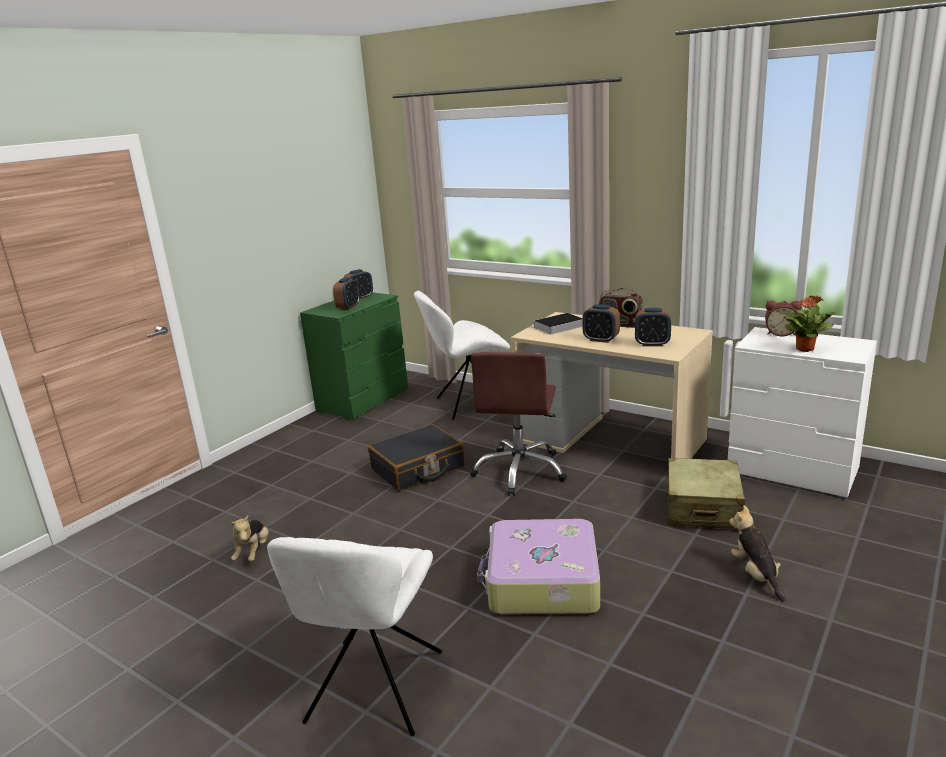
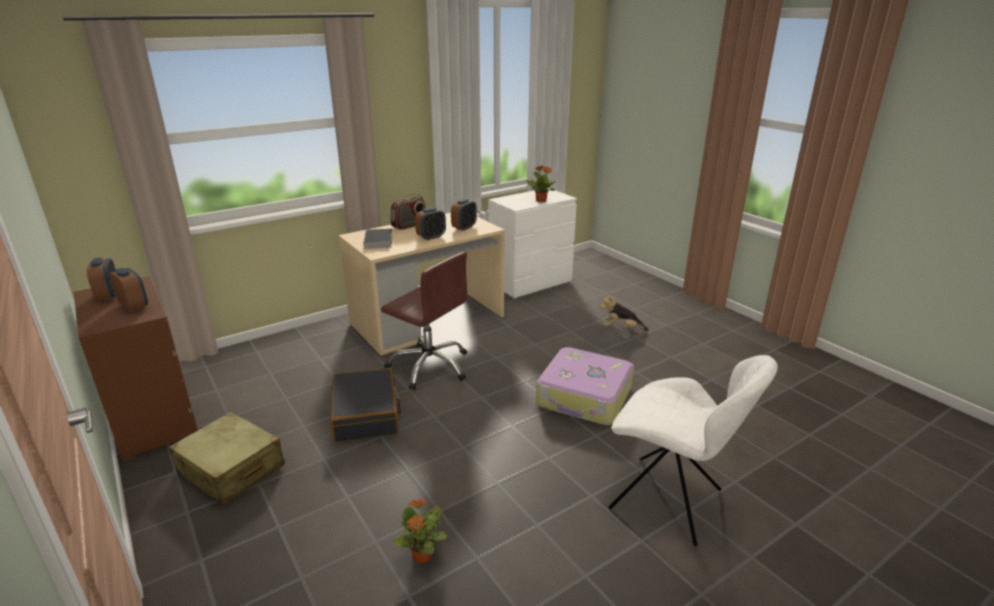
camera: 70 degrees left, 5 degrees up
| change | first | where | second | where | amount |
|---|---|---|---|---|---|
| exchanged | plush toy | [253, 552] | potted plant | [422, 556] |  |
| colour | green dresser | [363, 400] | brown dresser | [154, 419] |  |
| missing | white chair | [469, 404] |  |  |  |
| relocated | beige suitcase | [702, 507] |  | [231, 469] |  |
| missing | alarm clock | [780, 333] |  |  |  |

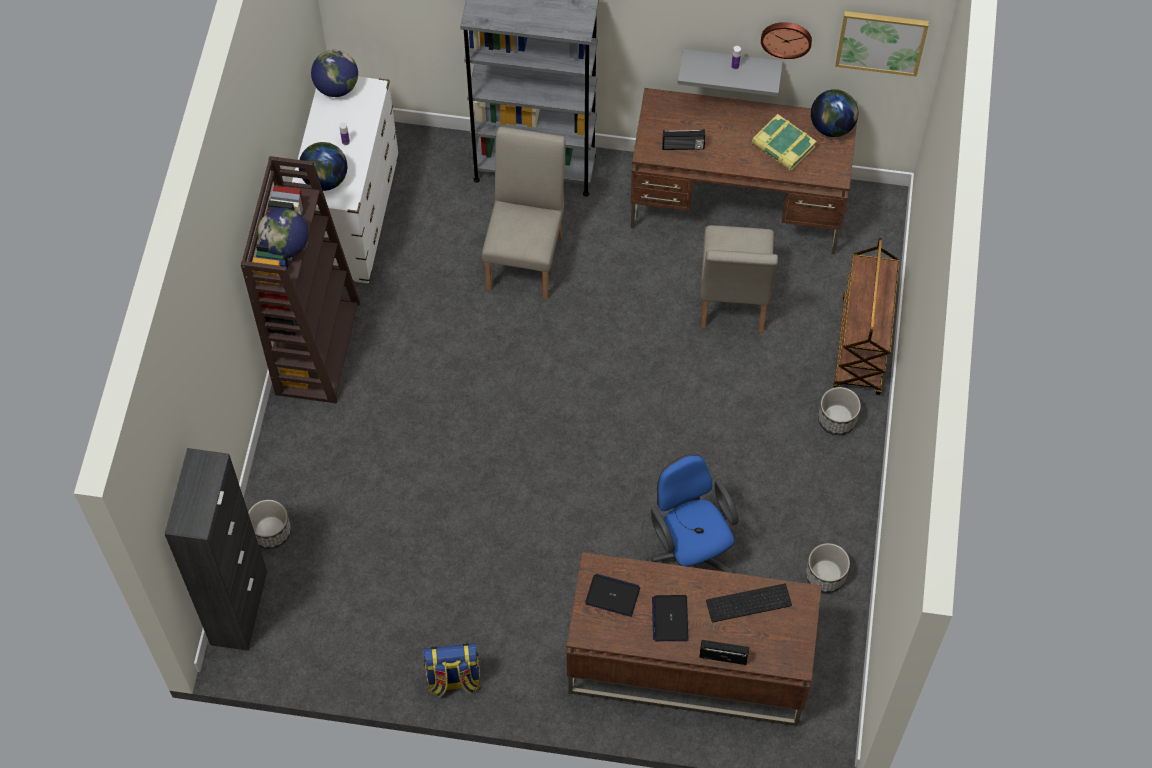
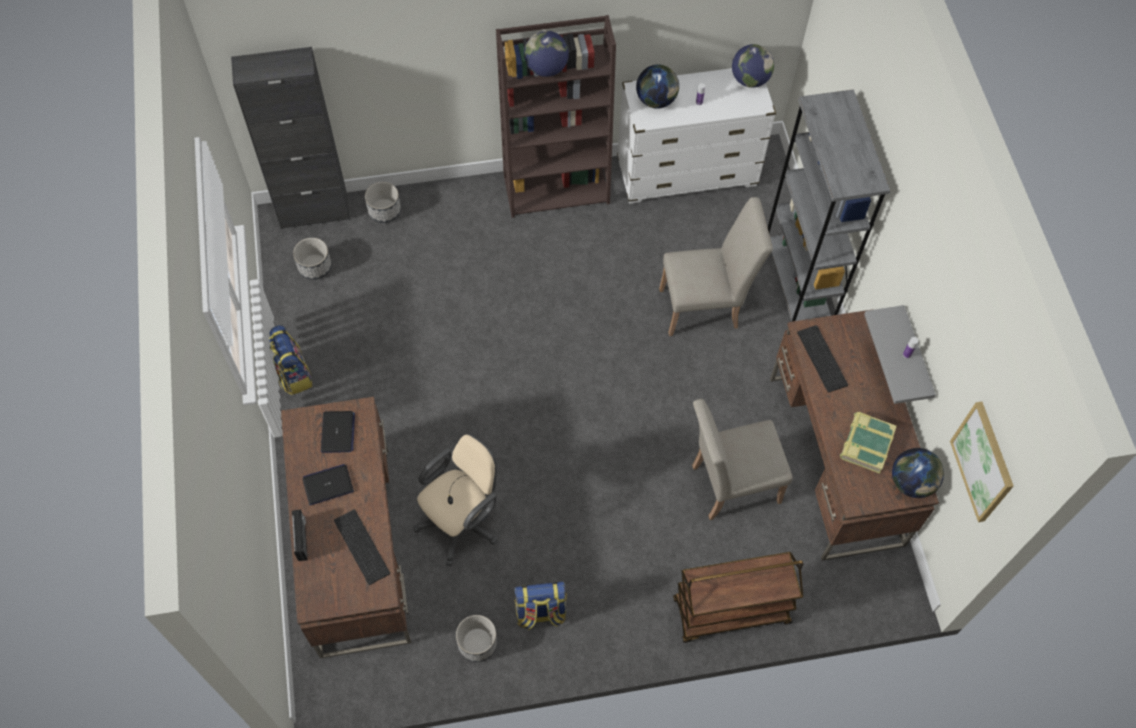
camera: 70 degrees right, 0 degrees up
| change | first | where | second | where | amount |
|---|---|---|---|---|---|
| colour | blue office chair | [690, 554] | beige office chair | [462, 521] |  |
| exchanged | radio | [683, 147] | keyboard | [823, 359] |  |
| missing | wall clock | [786, 38] |  |  |  |
| relocated | planter | [837, 419] |  | [315, 267] |  |
| appeared |  |  | backpack | [540, 613] |  |

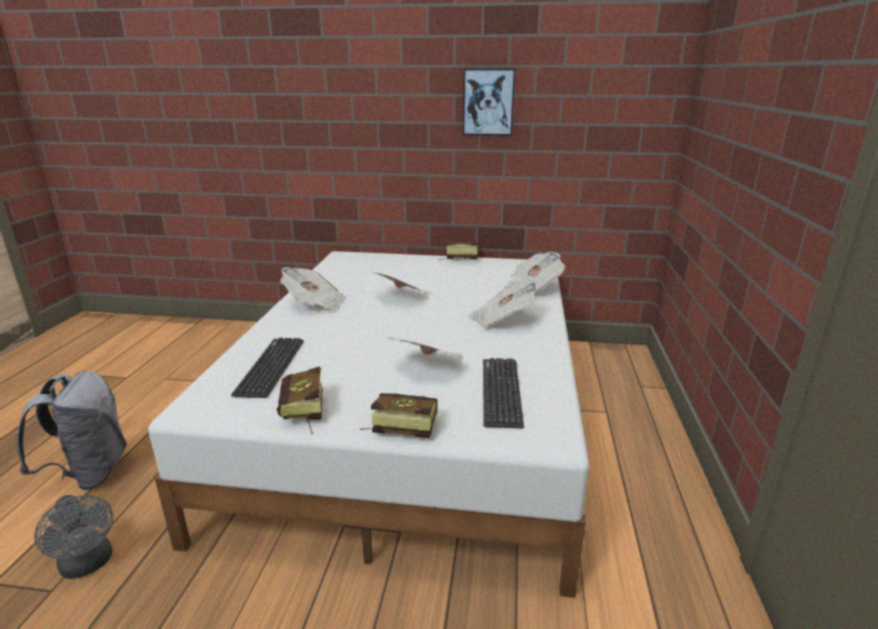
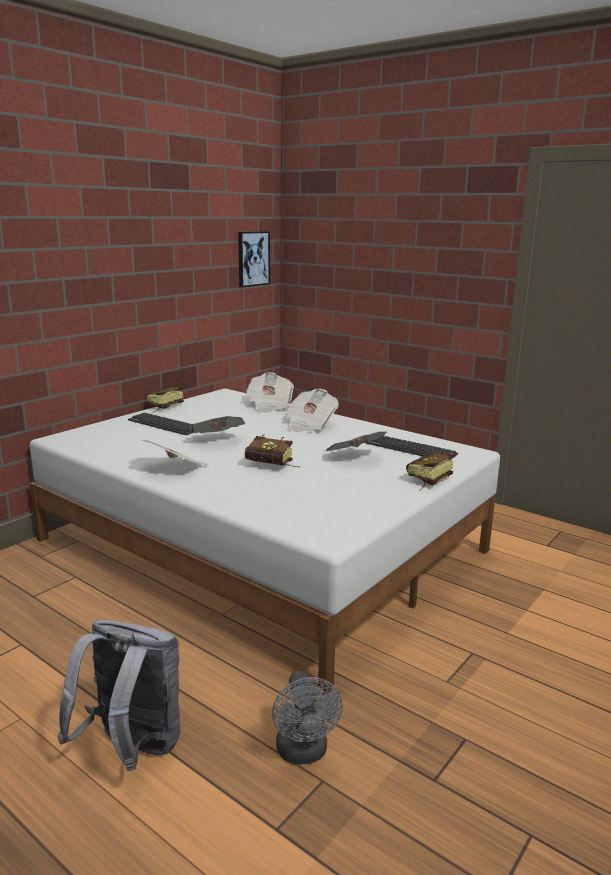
camera: 60 degrees left, 5 degrees down
| change | first | where | second | where | amount |
|---|---|---|---|---|---|
| spun | grey fan | [88, 565] |  | [303, 753] | 90 degrees clockwise |
| relocated | keyboard | [270, 367] |  | [164, 425] |  |
| relocated | book | [303, 414] |  | [273, 466] |  |
| relocated | picture | [488, 102] |  | [253, 258] |  |

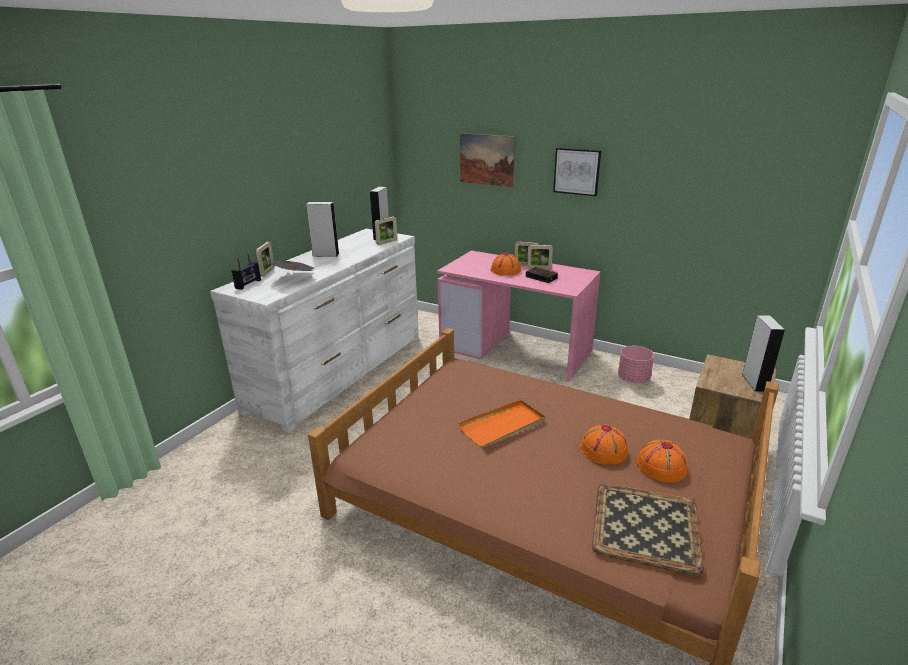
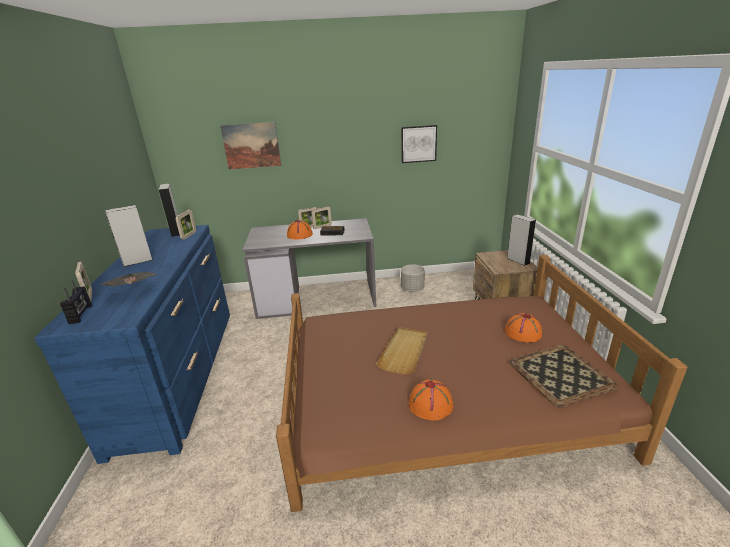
camera: 35 degrees left, 0 degrees up
| change | first | where | second | where | amount |
|---|---|---|---|---|---|
| colour | white dresser | [340, 371] | blue dresser | [179, 373] |  |
| colour | pink desk | [516, 349] | grey desk | [317, 297] |  |
| colour | orange tray | [503, 426] | beige tray | [404, 351] |  |
| relocated | picture | [577, 171] |  | [418, 144] |  |
| relocated | orange hat | [604, 450] |  | [431, 404] |  |
| colour | pink planter | [633, 379] | grey planter | [412, 289] |  |

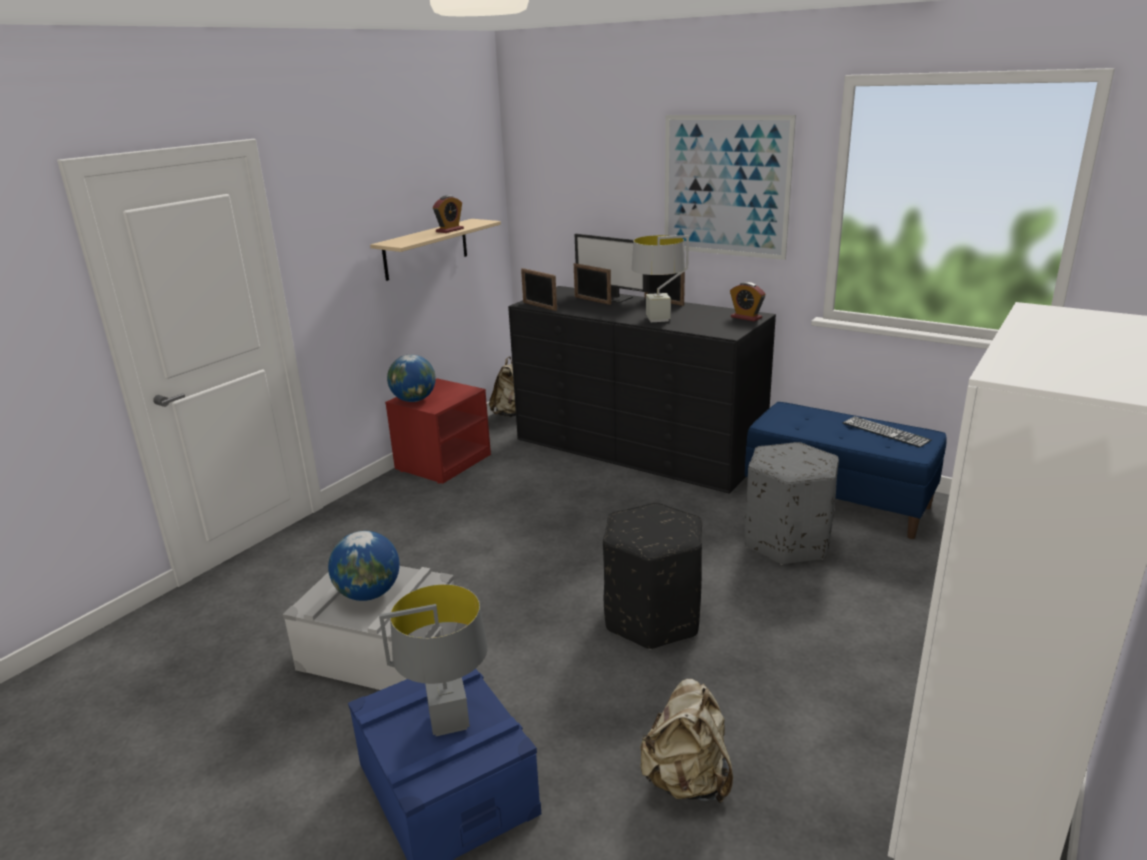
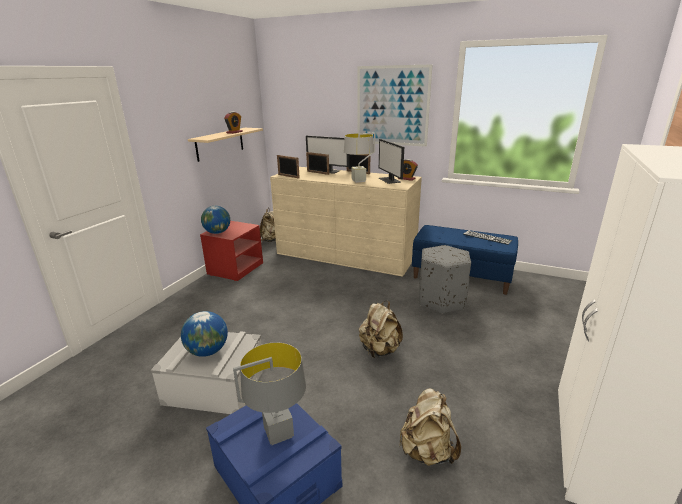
camera: 10 degrees left, 0 degrees up
| change | first | where | second | where | amount |
|---|---|---|---|---|---|
| colour | black dresser | [637, 448] | beige dresser | [345, 255] |  |
| exchanged | black ottoman | [653, 618] | beige backpack | [379, 350] |  |
| appeared |  |  | monitor | [390, 180] |  |

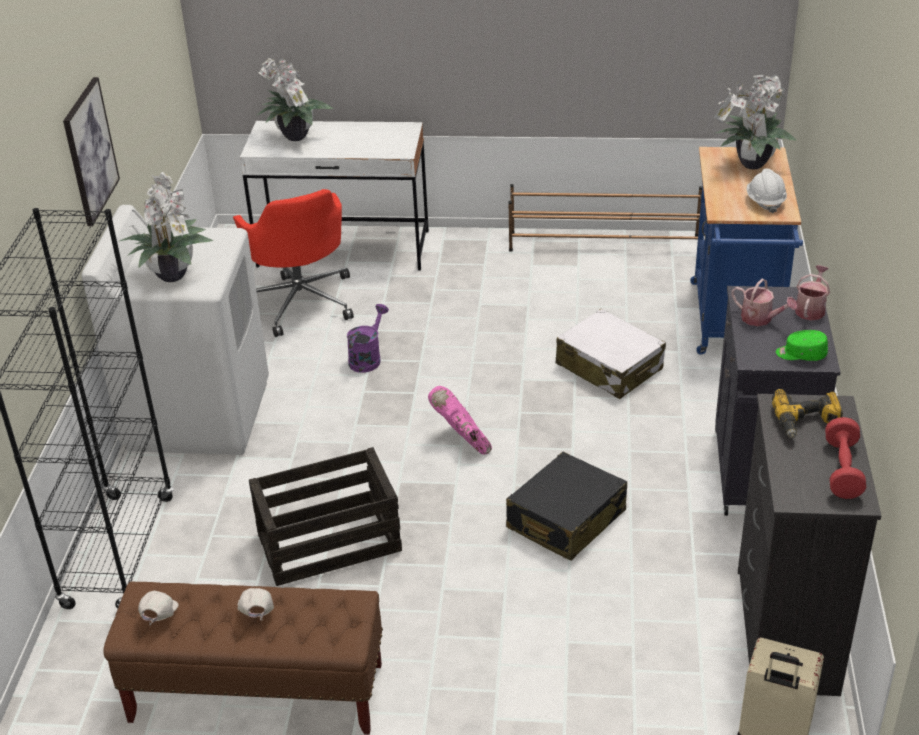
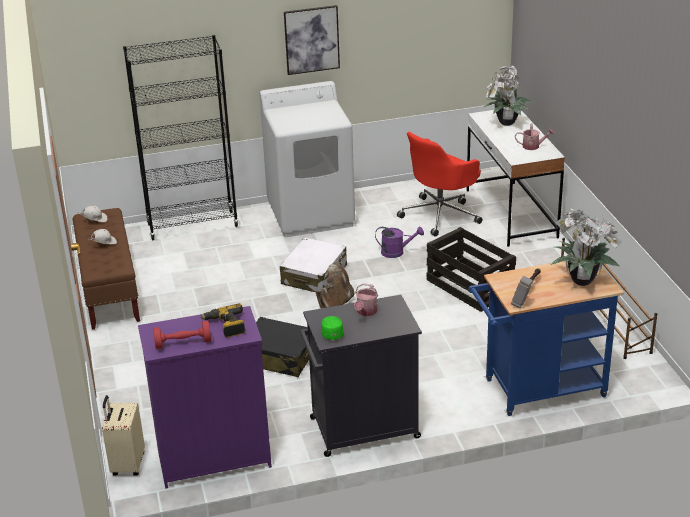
camera: 70 degrees right, 5 degrees down
| change | first | where | second | where | amount |
|---|---|---|---|---|---|
| missing | potted plant | [173, 274] |  |  |  |
| relocated | crate | [328, 543] |  | [469, 287] |  |
| colour | pink boot | [462, 440] | brown boot | [335, 304] |  |
| relocated | white suitcase | [609, 367] |  | [314, 275] |  |
| colour | black dresser | [785, 632] | purple dresser | [213, 459] |  |
| exchanged | white hard hat | [765, 202] | hammer | [527, 294] |  |
| relocated | watering can | [811, 309] |  | [533, 146] |  |

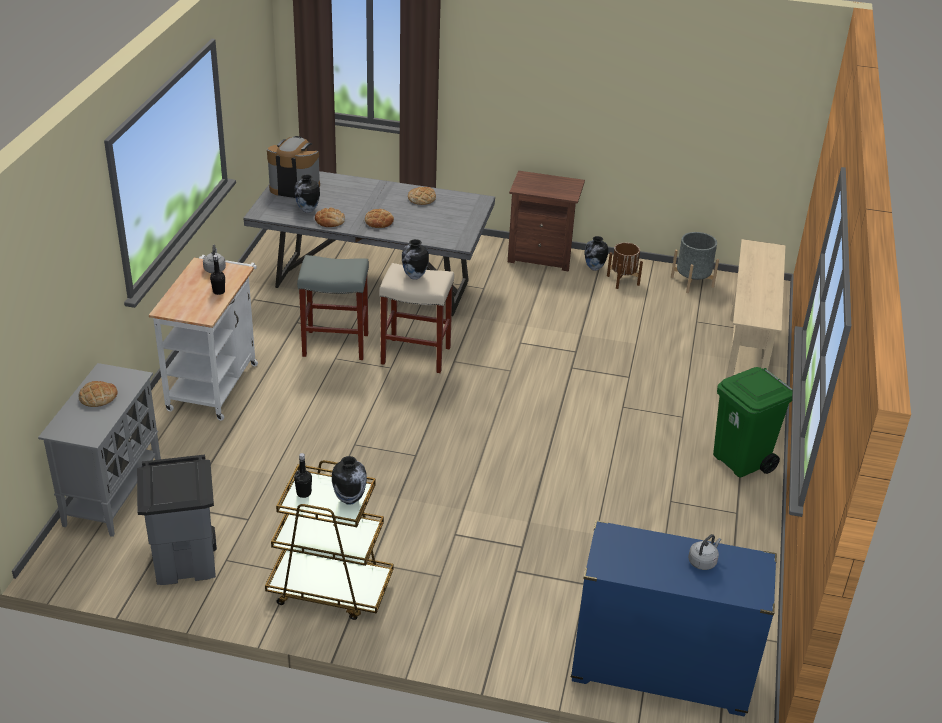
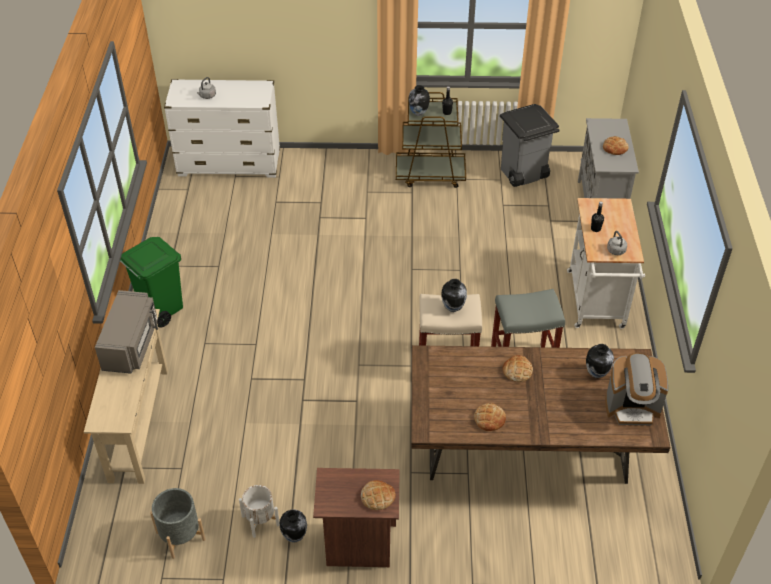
camera: 170 degrees right, 10 degrees up
| change | first | where | second | where | amount |
|---|---|---|---|---|---|
| colour | grey dining table | [371, 284] | brown dining table | [526, 452] |  |
| relocated | bread | [330, 221] |  | [377, 497] |  |
| colour | blue dresser | [660, 671] | white dresser | [229, 164] |  |
| colour | brown planter | [622, 280] | white planter | [261, 520] |  |
| appeared |  |  | grey microwave | [131, 345] |  |

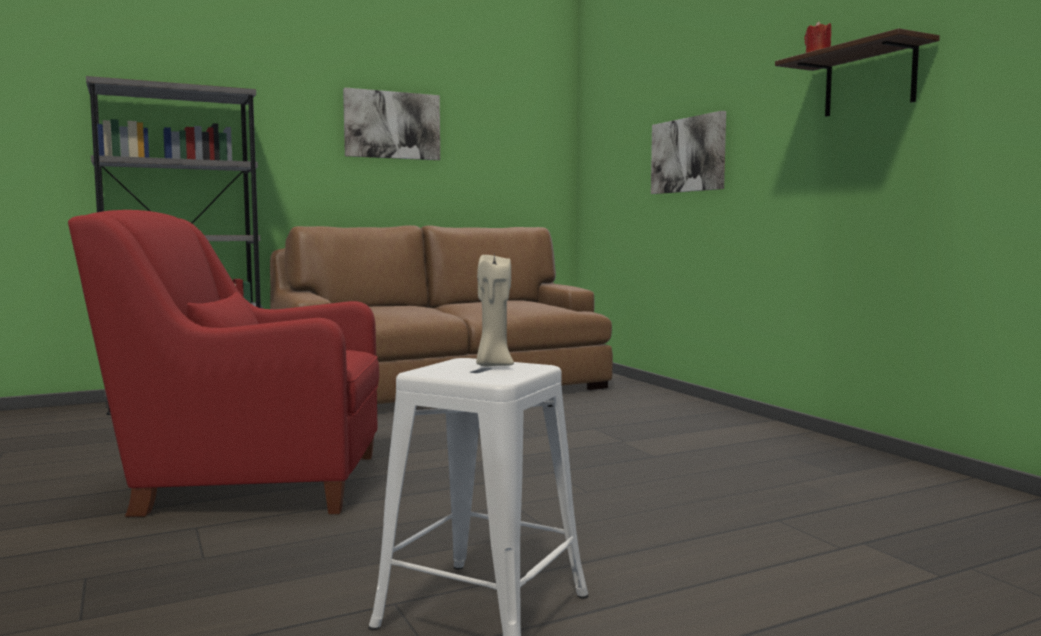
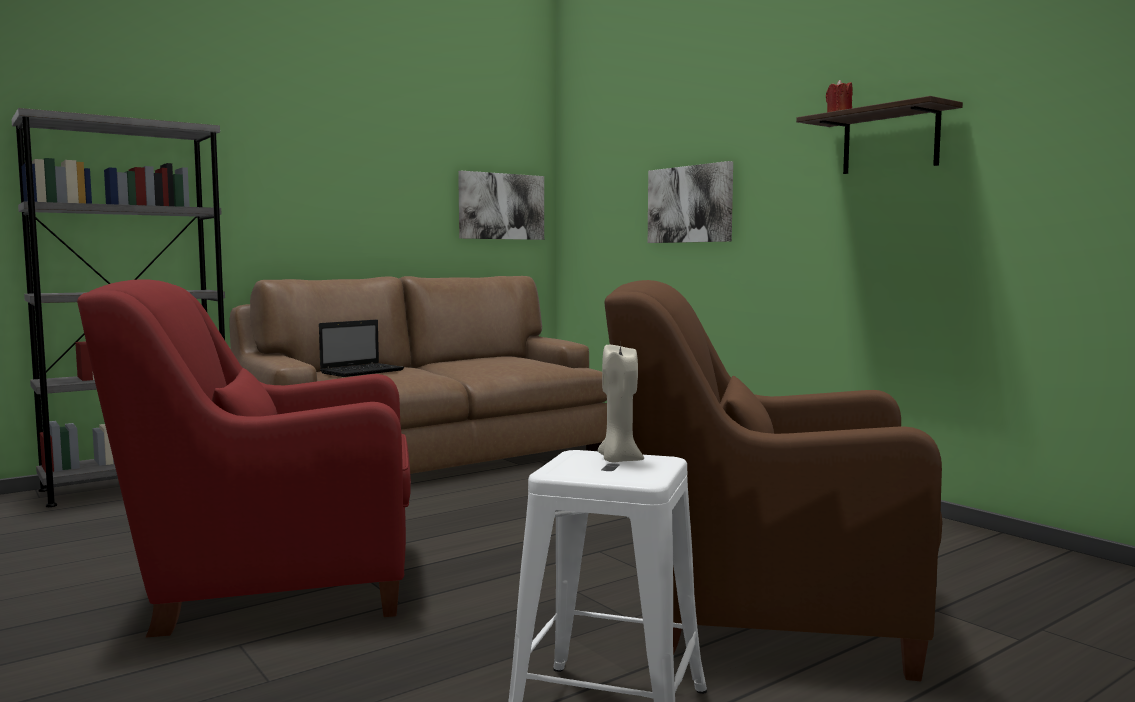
camera: 10 degrees left, 0 degrees up
| change | first | where | second | where | amount |
|---|---|---|---|---|---|
| relocated | picture | [392, 125] |  | [501, 206] |  |
| appeared |  |  | laptop | [363, 371] |  |
| appeared |  |  | brown armchair | [762, 614] |  |

